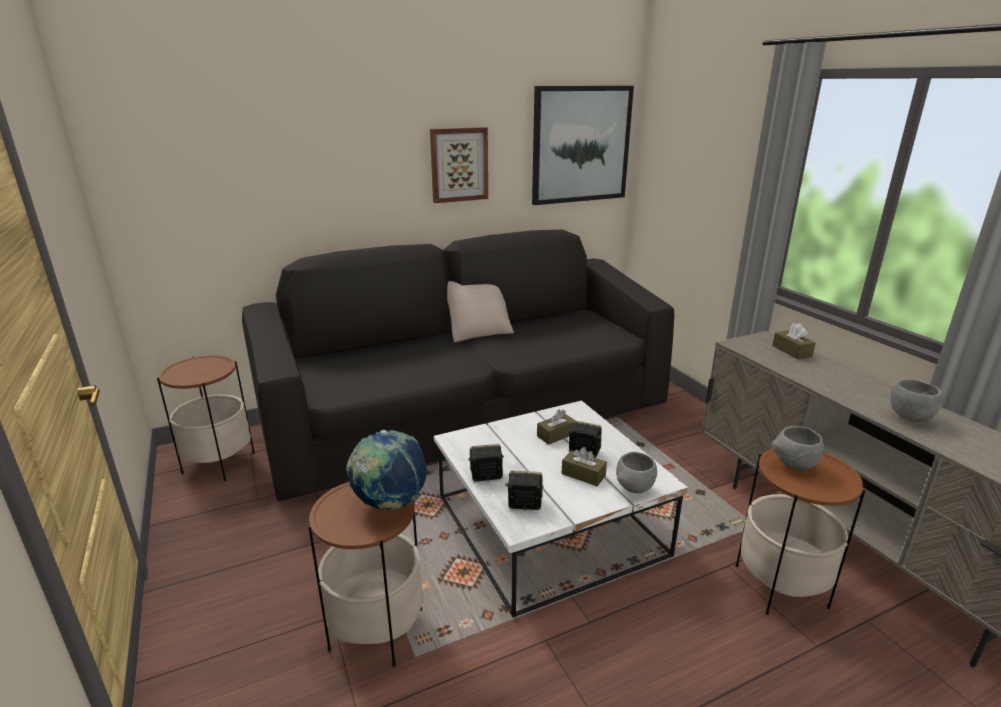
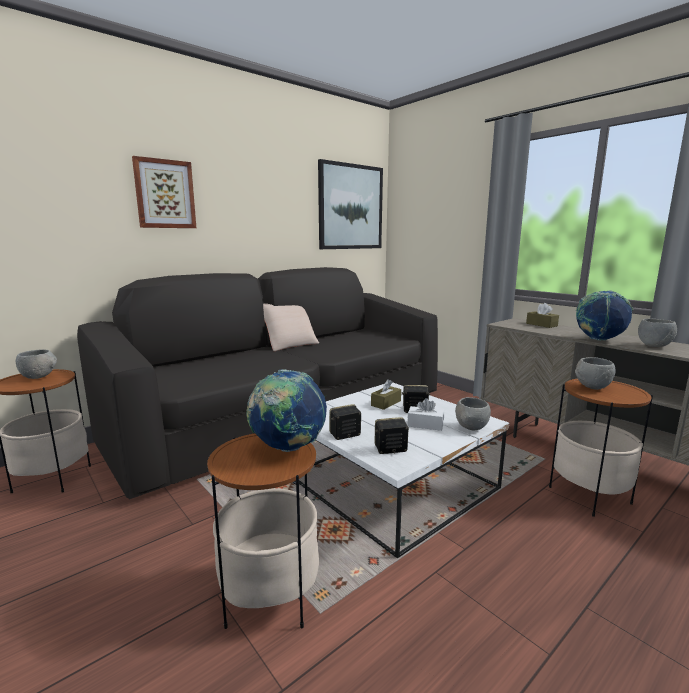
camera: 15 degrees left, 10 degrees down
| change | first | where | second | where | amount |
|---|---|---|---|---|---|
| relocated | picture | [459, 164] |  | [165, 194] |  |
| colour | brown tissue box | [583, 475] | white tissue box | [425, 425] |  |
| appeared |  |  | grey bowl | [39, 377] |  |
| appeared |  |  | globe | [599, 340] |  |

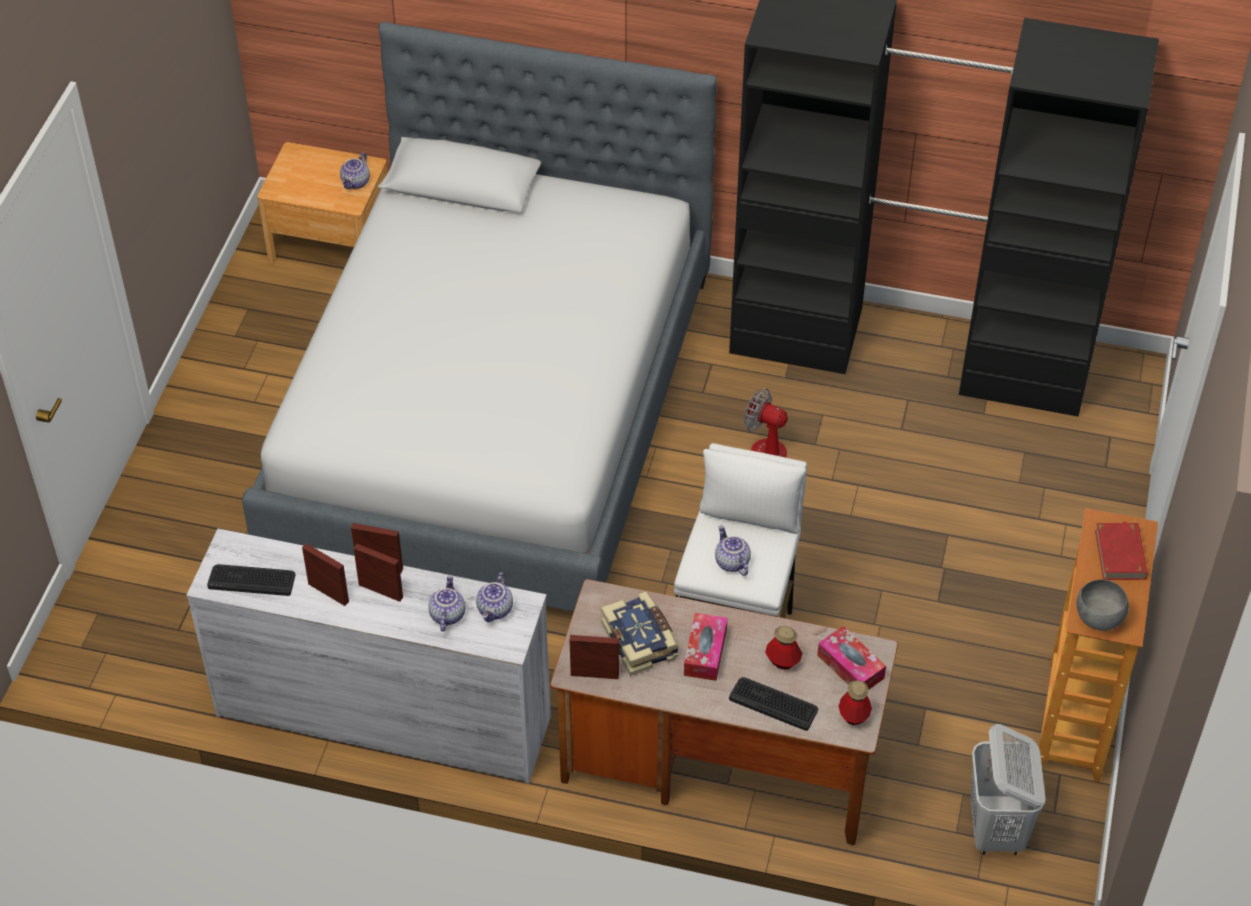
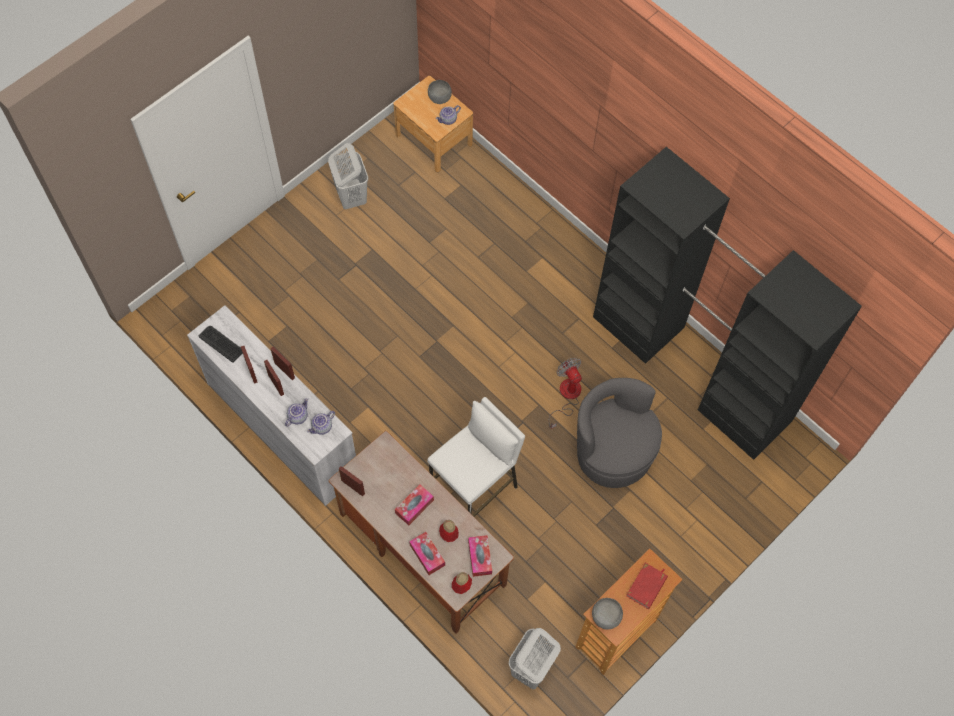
camera: 30 degrees right, 15 degrees up
| change | first | where | second | where | amount |
|---|---|---|---|---|---|
| missing | bed | [493, 413] |  |  |  |
| missing | book | [641, 641] |  |  |  |
| missing | teapot | [731, 562] |  |  |  |
| exchanged | keyboard | [773, 703] | tissue box | [427, 555] |  |
| appeared |  |  | white laundry basket | [351, 196] |  |
| appeared |  |  | grey bowl | [439, 98] |  |
| appeared |  |  | grey armchair | [613, 452] |  |

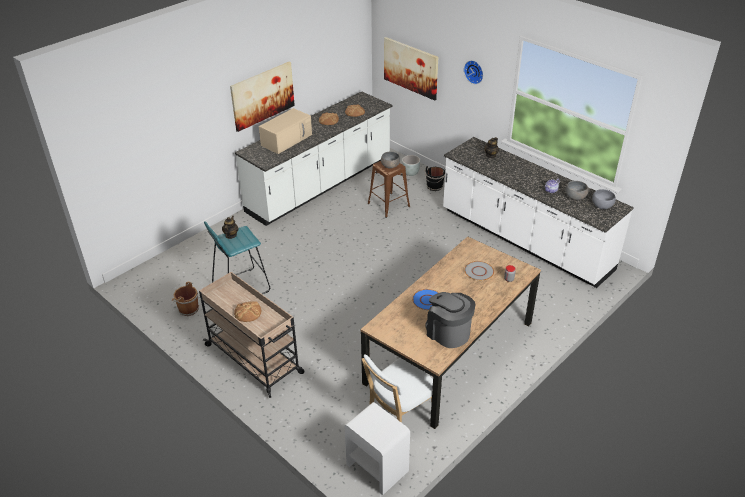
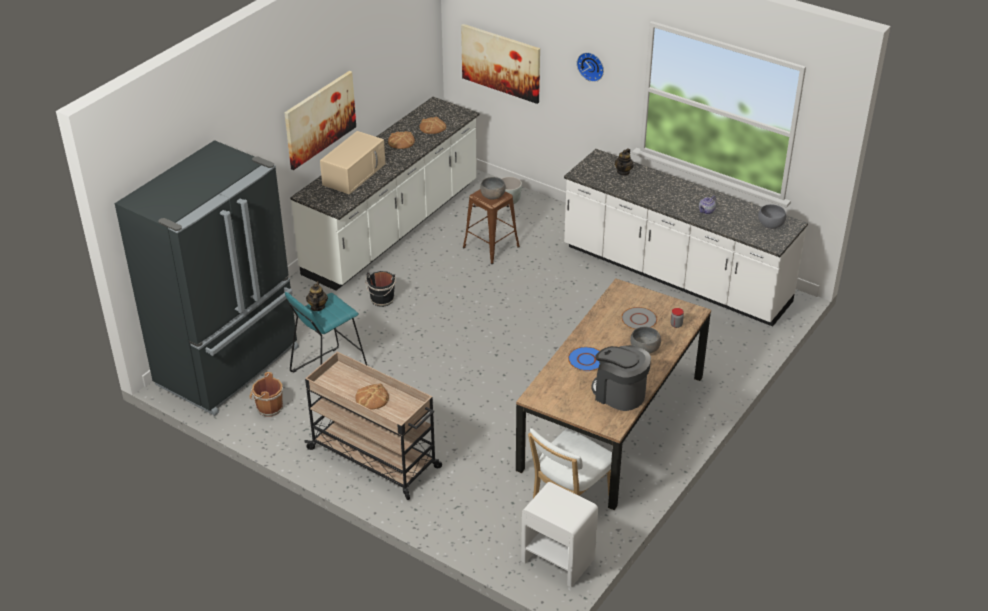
camera: 10 degrees left, 0 degrees up
| change | first | where | second | where | amount |
|---|---|---|---|---|---|
| relocated | black bucket | [434, 187] |  | [382, 300] |  |
| relocated | grey bowl | [575, 197] |  | [645, 349] |  |
| appeared |  |  | black fridge | [230, 366] |  |

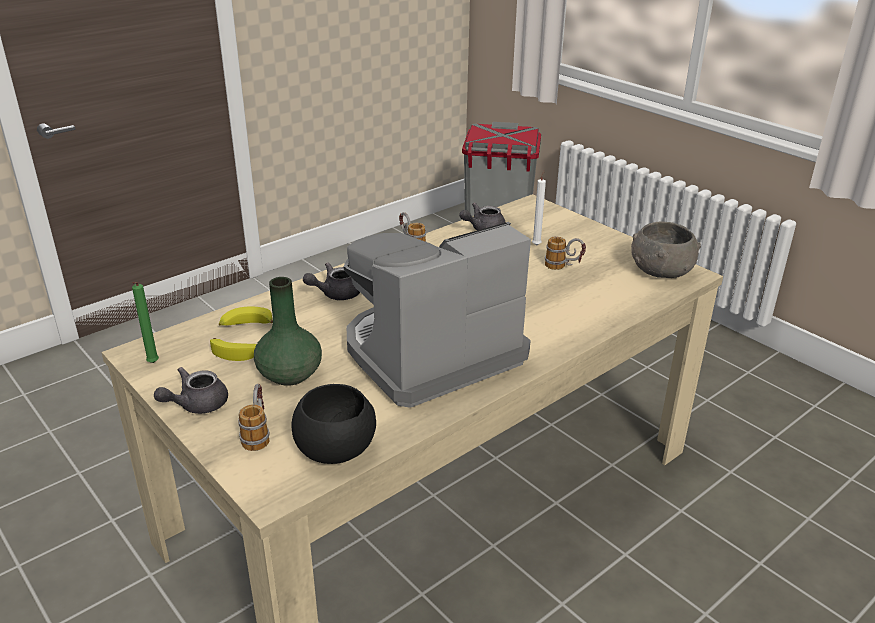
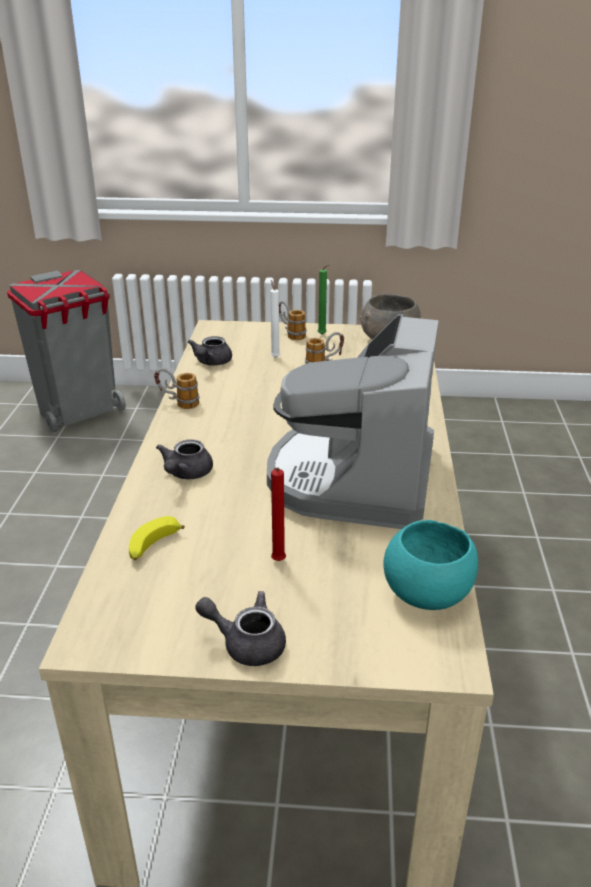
camera: 45 degrees left, 0 degrees up
| change | first | where | second | where | amount |
|---|---|---|---|---|---|
| relocated | green candle | [152, 364] |  | [323, 335] |  |
| spun | grey teapot | [196, 404] |  | [246, 643] | 105 degrees clockwise |
| missing | banana | [238, 353] |  |  |  |
| relocated | mug | [258, 433] |  | [290, 334] |  |
| exchanged | green vase | [289, 375] | red candle | [277, 562] |  |
| colour | black bowl | [336, 450] | turquoise bowl | [429, 593] |  |

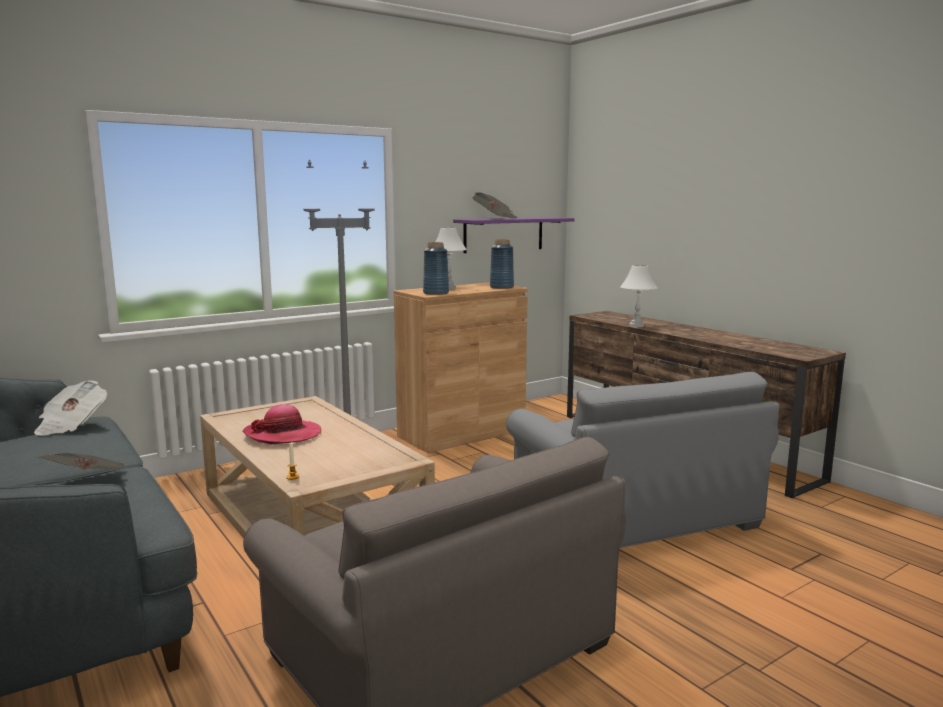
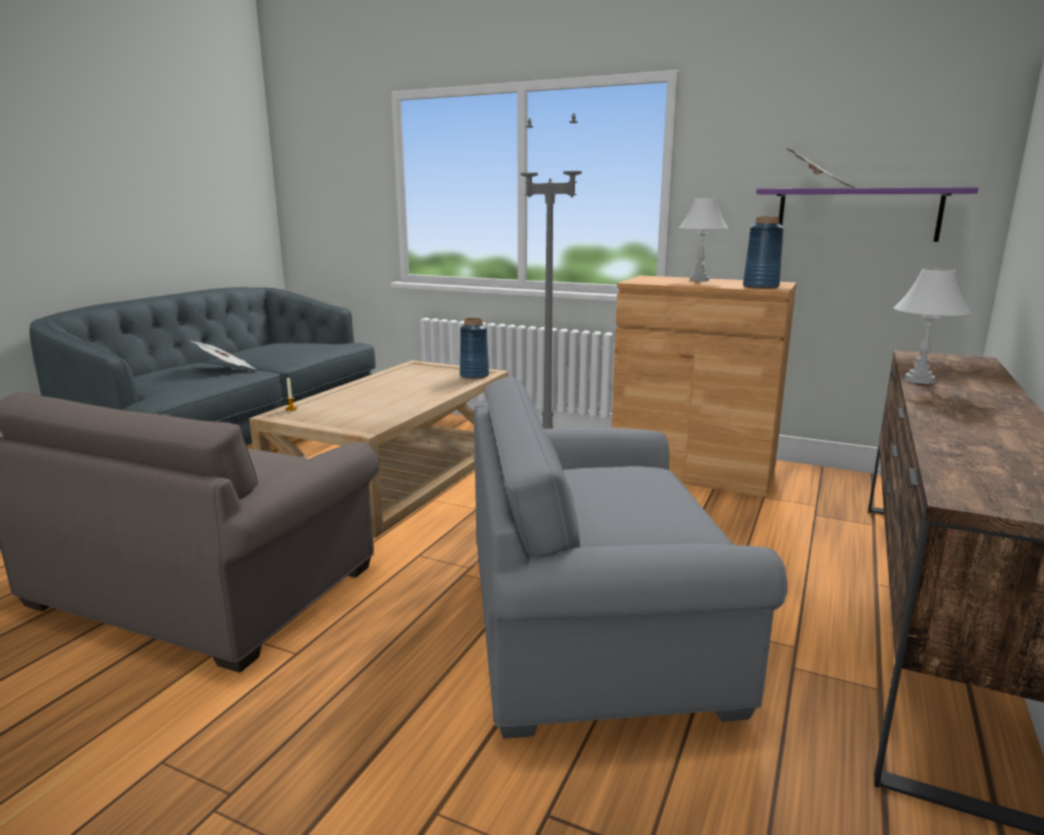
camera: 60 degrees right, 5 degrees up
| change | first | where | second | where | amount |
|---|---|---|---|---|---|
| missing | newspaper | [71, 425] |  |  |  |
| missing | hat | [283, 434] |  |  |  |
| relocated | blue vase | [436, 293] |  | [474, 375] |  |
| spun | grey armchair | [632, 514] |  | [593, 625] | 45 degrees clockwise |

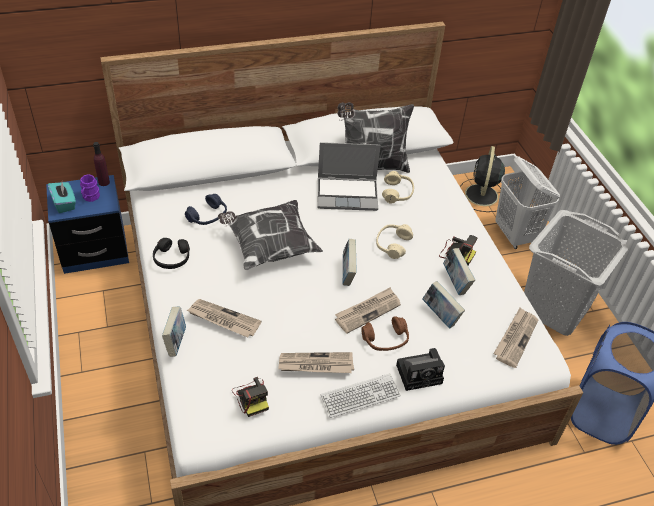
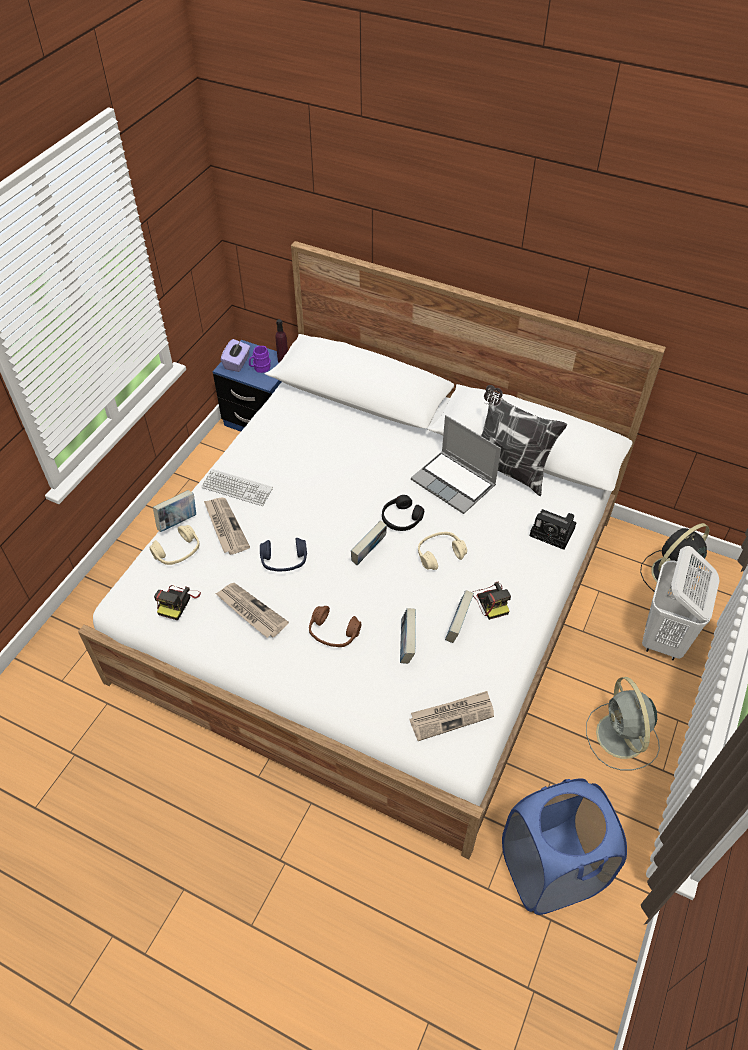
camera: 45 degrees right, 5 degrees up
| change | first | where | second | where | amount |
|---|---|---|---|---|---|
| colour | turquoise tissue box | [64, 203] | purple tissue box | [237, 363] |  |
| relocated | black headphones | [172, 258] |  | [401, 518] |  |
| relocated | blue headphones | [208, 216] |  | [284, 561] |  |
| missing | pillow | [269, 246] |  |  |  |
| relocated | keyboard | [360, 396] |  | [237, 488] |  |
| missing | newspaper | [367, 311] |  |  |  |
| relocated | beige headphones | [397, 193] |  | [178, 552] |  |
| relocated | photo camera | [420, 373] |  | [554, 532] |  |
| exchanged | grey laundry basket | [555, 308] | grey fan | [621, 738] |  |

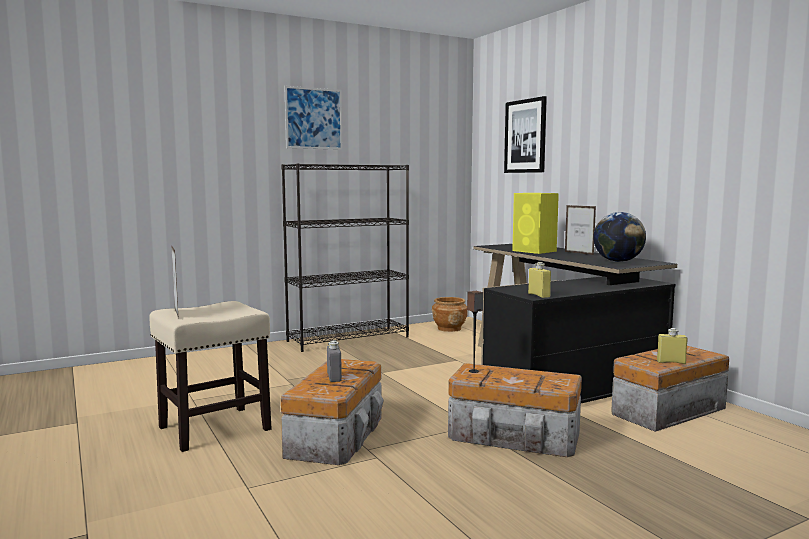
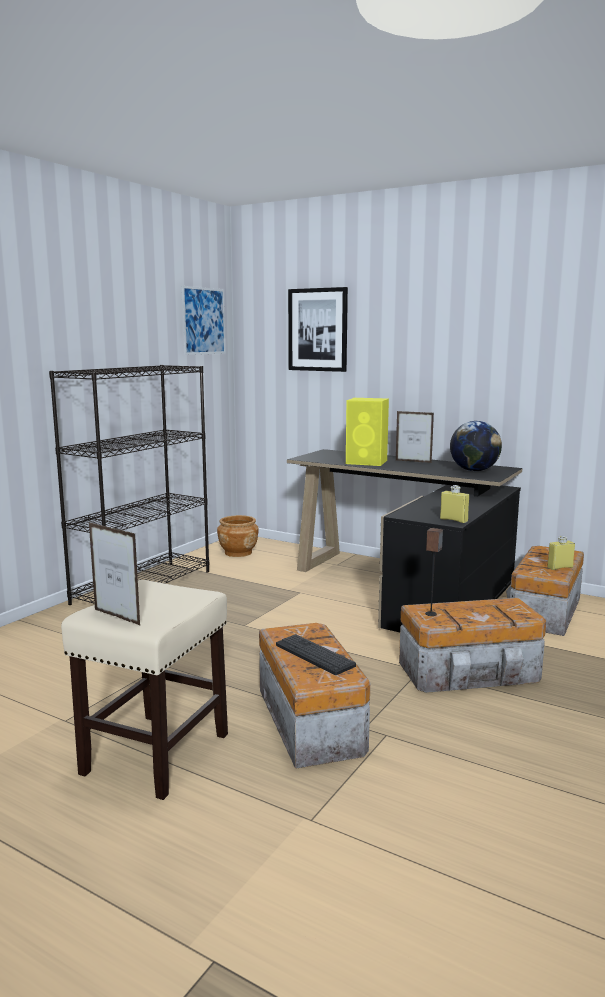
camera: 30 degrees left, 5 degrees up
| change | first | where | second | where | amount |
|---|---|---|---|---|---|
| relocated | picture | [314, 118] |  | [203, 321] |  |
| exchanged | grey bottle | [334, 377] | keyboard | [314, 655] |  |

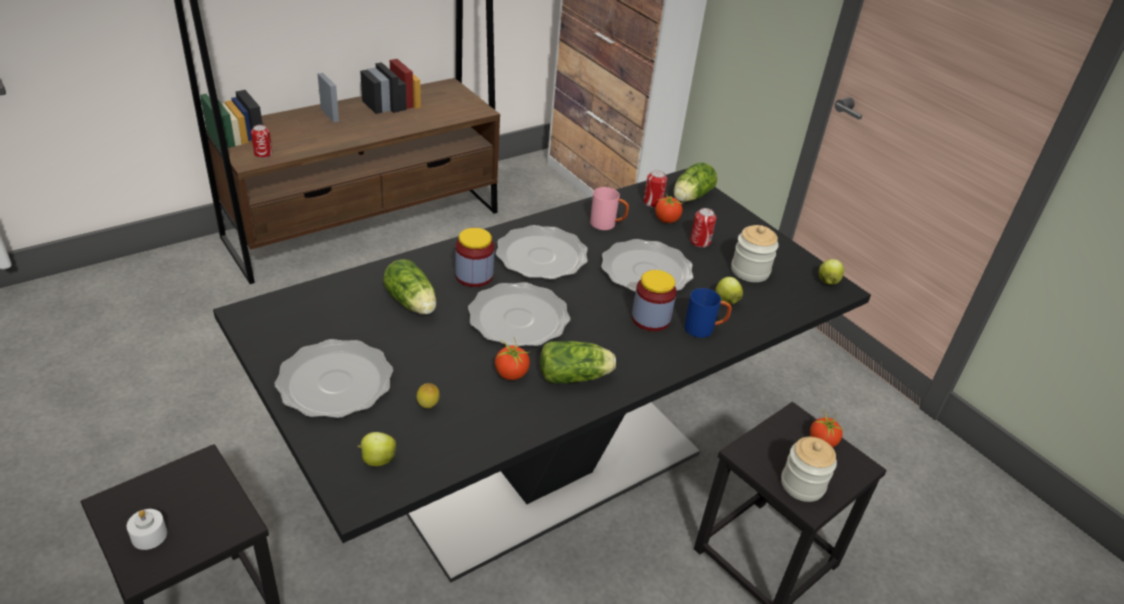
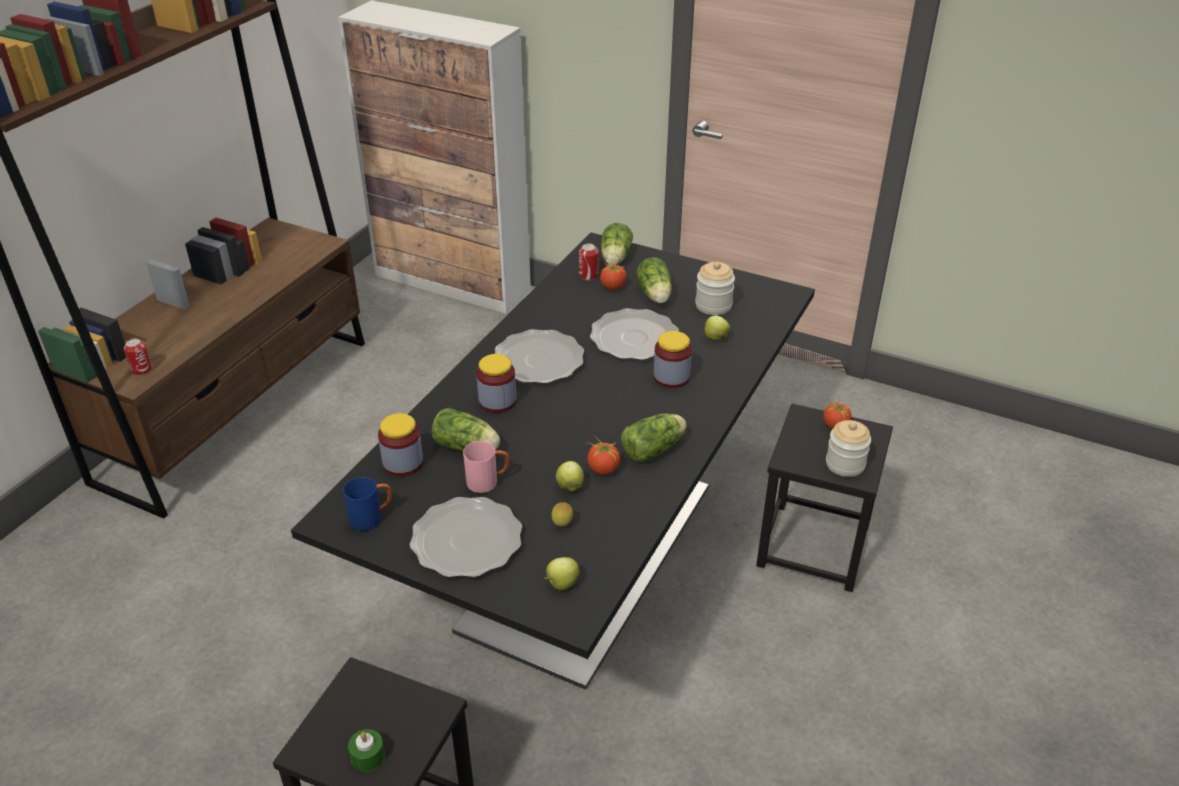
camera: 25 degrees left, 0 degrees up
| change | first | where | second | where | amount |
|---|---|---|---|---|---|
| colour | white candle | [149, 535] | green candle | [368, 756] |  |
| missing | plate | [518, 319] |  |  |  |
| relocated | pink mug | [607, 225] |  | [488, 482] |  |
| relocated | blue mug | [704, 329] |  | [372, 518] |  |
| exchanged | can | [700, 241] | lettuce | [655, 295] |  |
| relocated | apple | [828, 281] |  | [570, 486] |  |
| appeared |  |  | jar | [403, 463] |  |

